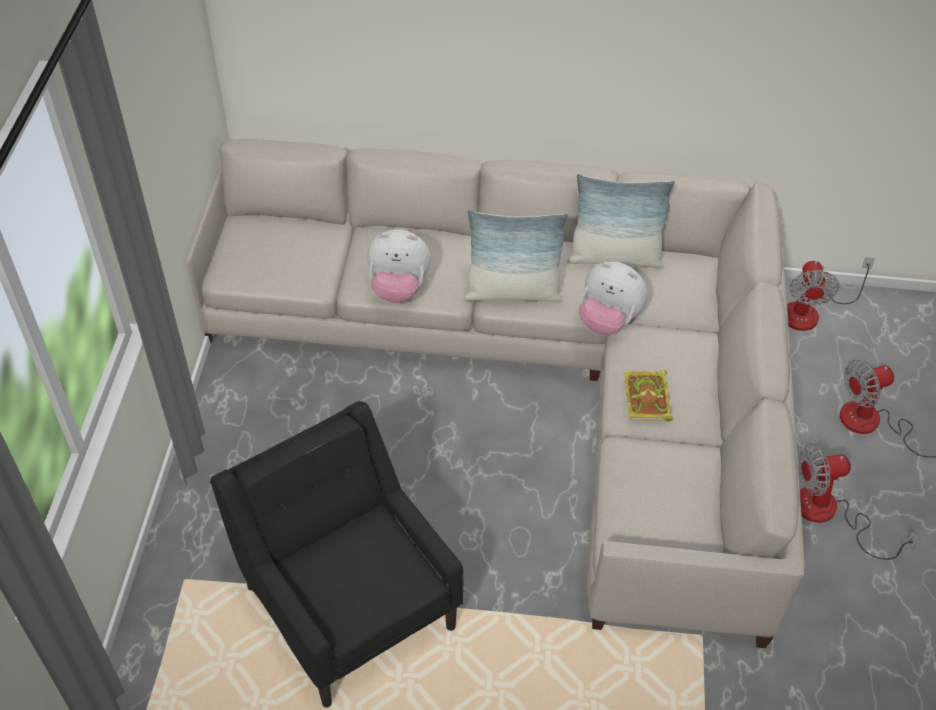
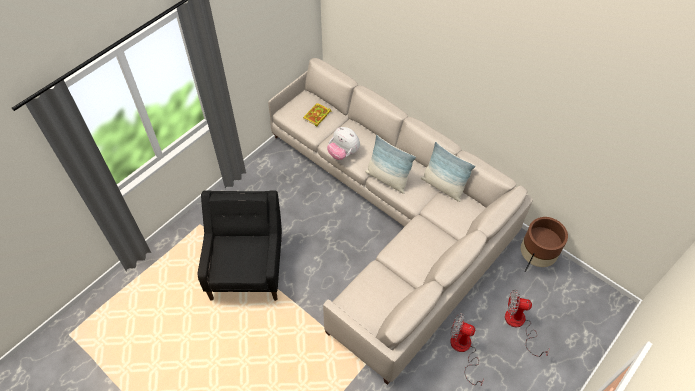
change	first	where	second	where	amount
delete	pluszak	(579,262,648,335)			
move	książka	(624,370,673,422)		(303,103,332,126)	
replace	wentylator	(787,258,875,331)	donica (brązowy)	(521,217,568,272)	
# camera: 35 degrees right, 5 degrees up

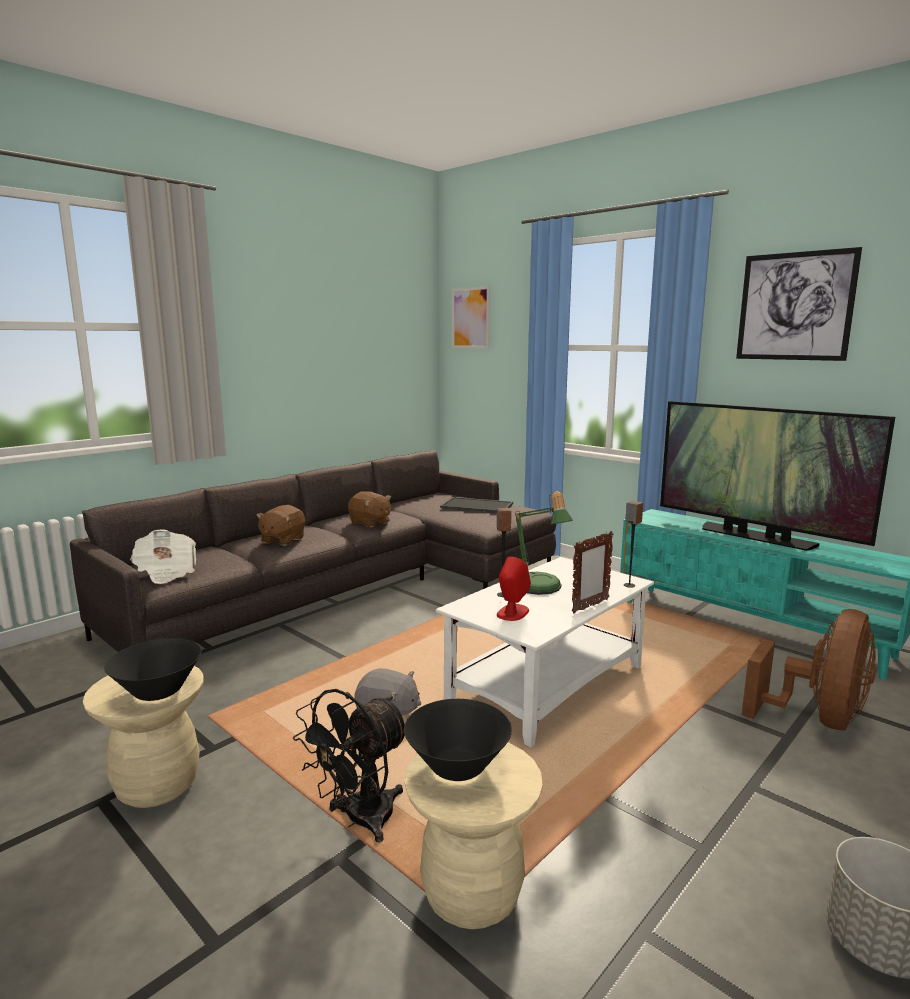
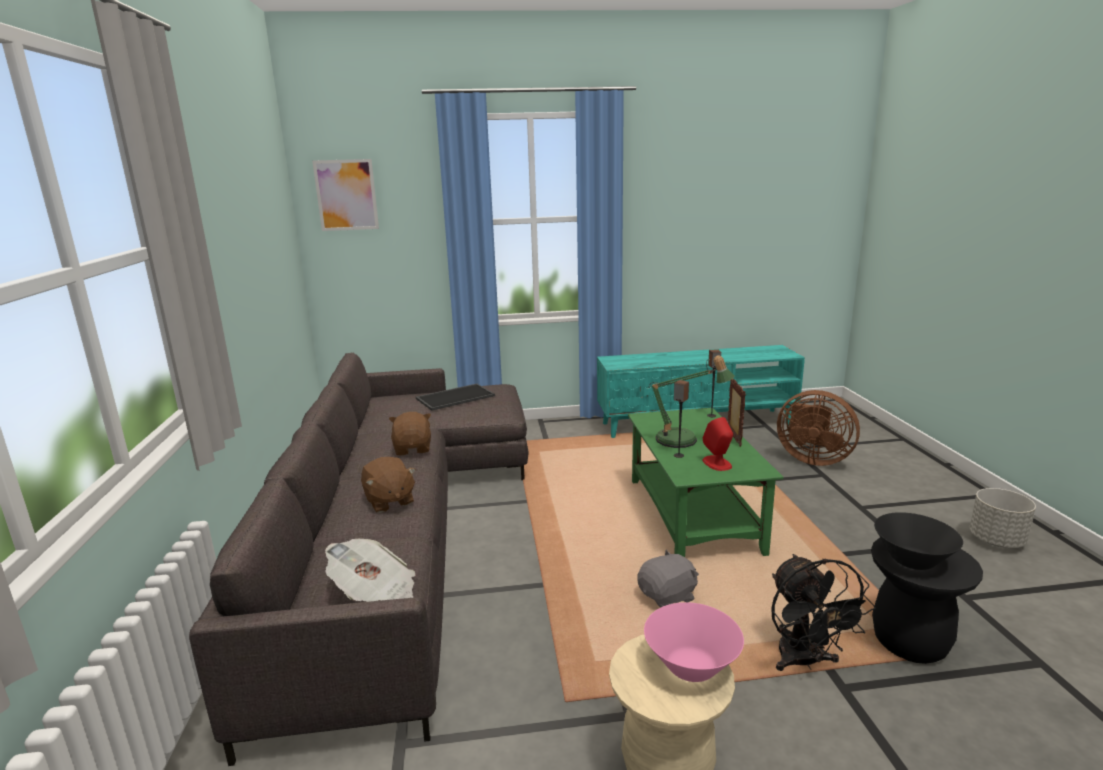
change	first	where	second	where	amount
recolor	miska (czarny)	(105,638,202,701)	miska (różowy)	(644,602,744,682)	
rotate	pluszak (brązowy)	(348,491,391,528)		(389,412,431,455)	90 degrees counterclockwise
recolor	stołek (beżowy)	(404,743,543,929)	stołek (czarny)	(871,538,983,664)	
recolor	ława (biały)	(436,557,654,748)	ława (zielony)	(628,408,783,557)	
delete	telewizor	(660,401,895,551)			
delete	obraz	(736,247,862,361)			
rotate	wentylator (brązowy)	(742,609,876,730)		(777,390,860,466)	135 degrees clockwise
# camera: 50 degrees left, 5 degrees up

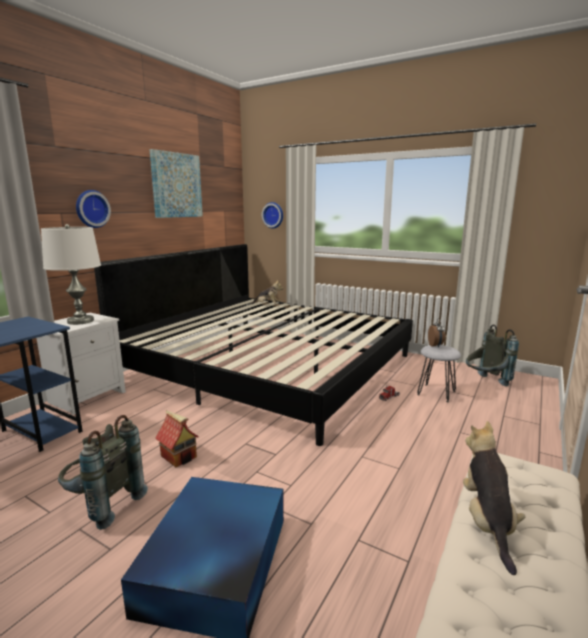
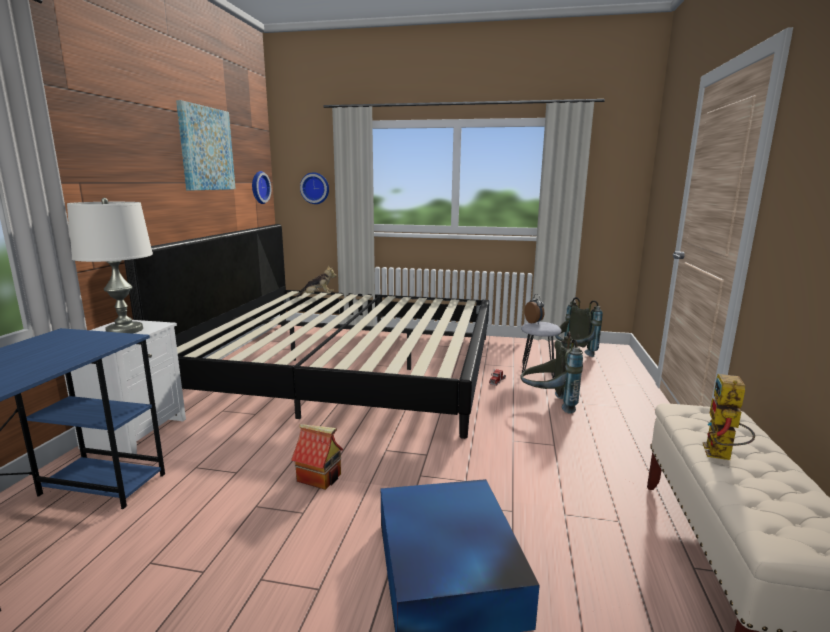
change	first	where	second	where	amount
move	plecak (szary)	(58,415,148,530)		(520,332,583,414)	
move	zegar ścienny	(76,190,111,228)		(252,171,271,204)	
replace	pluszak	(463,421,525,575)	robot zabawkowy	(703,374,755,460)	
# camera: 20 degrees left, 0 degrees up

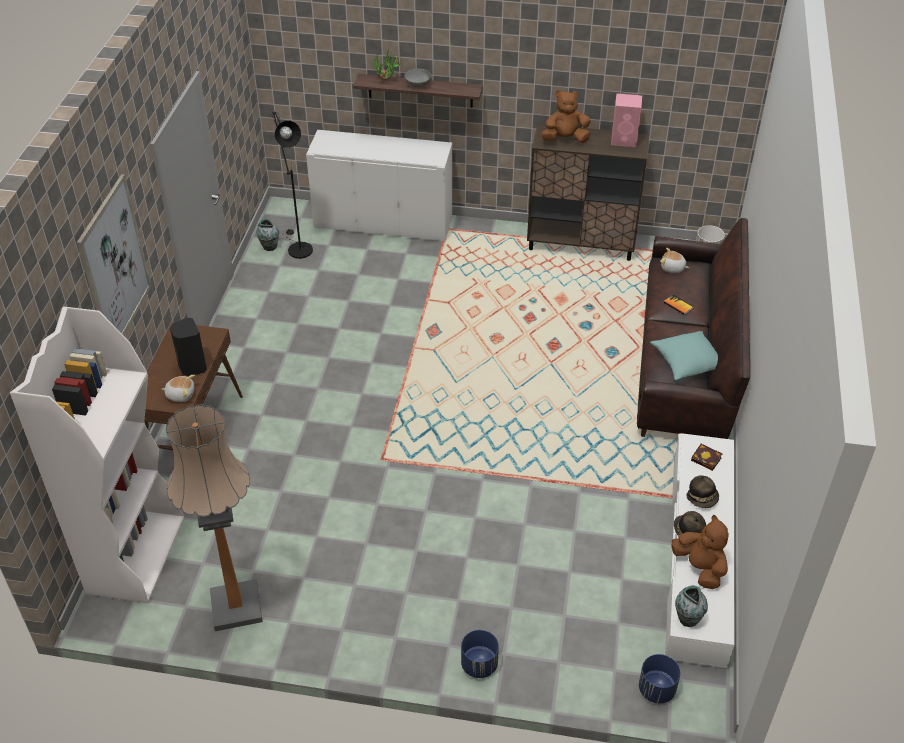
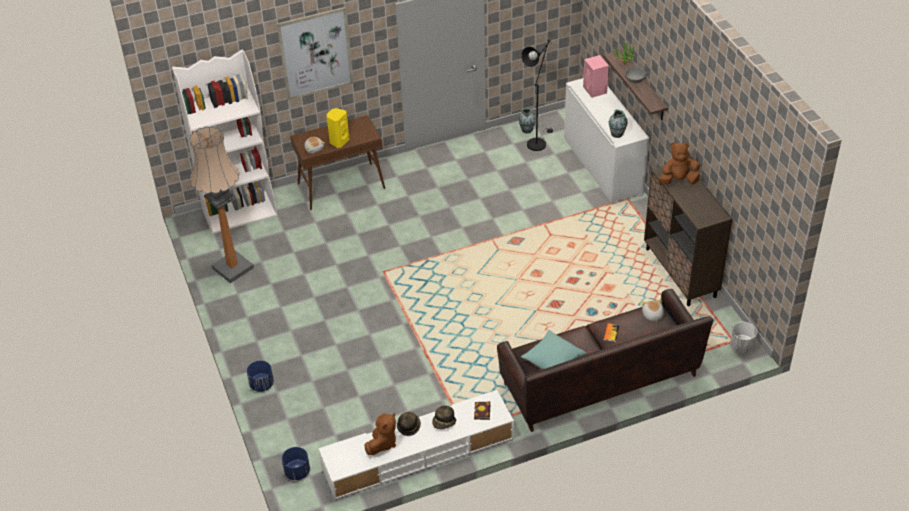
change	first	where	second	where	amount
recolor	głośnik (czarny)	(170,317,207,376)	głośnik (żółty)	(327,108,350,148)	
rotate	pluszak (brązowy)	(541,90,590,143)		(659,142,700,185)	60 degrees counterclockwise
move	głośnik (różowy)	(611,93,642,147)		(583,55,609,98)	
move	wazon	(675,585,708,627)		(609,110,627,138)	
# camera: 60 degrees right, 0 degrees up

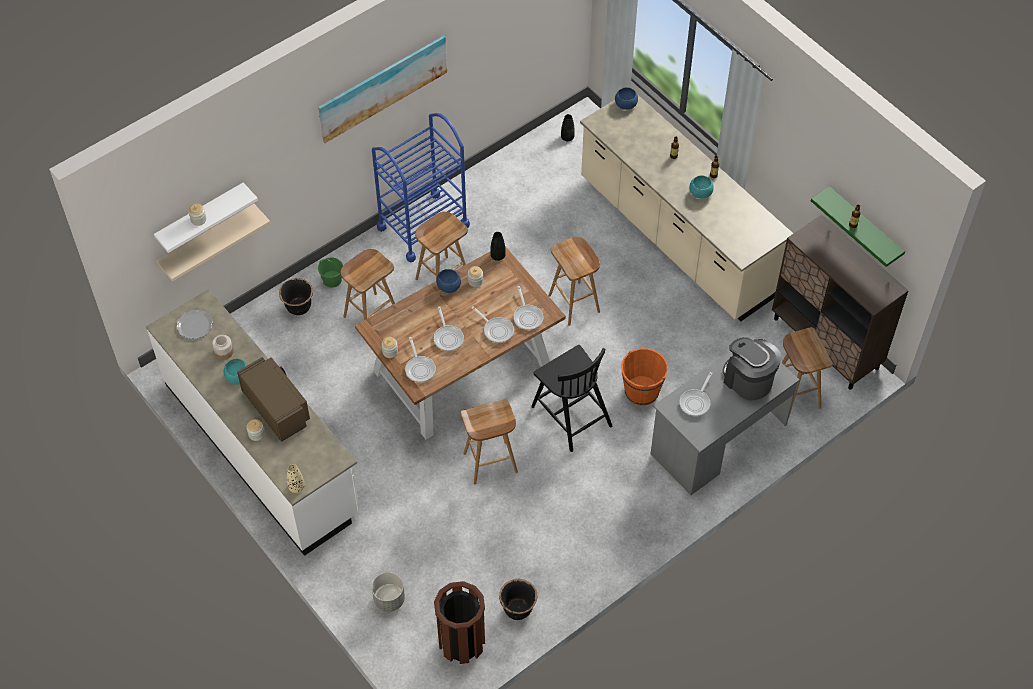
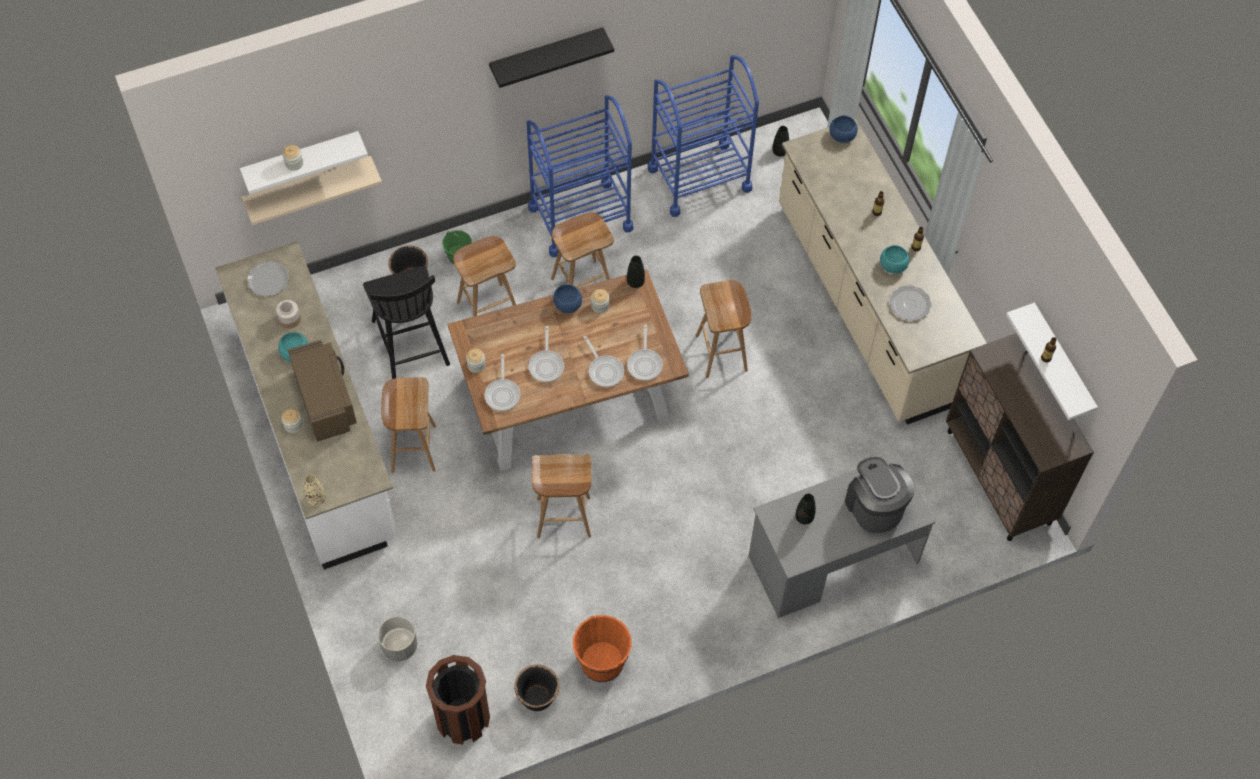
change	first	where	second	where	amount
replace	obraz	(318,36,447,143)	półka (czarny)	(489,27,614,88)	
move	krzesło (czarny)	(531,345,612,452)		(363,265,450,379)	
move	wiadro (pomarańczowy)	(621,348,668,406)		(573,615,632,682)	
replace	patelnia	(679,372,712,416)	wazon (czarny)	(795,494,816,524)	
move	stołek (brązowy)	(782,327,833,416)		(382,377,436,473)	
recolor	półka (zielony)	(811,186,905,267)	półka (biały)	(1006,303,1098,420)	
insert			wózek (niebieski)	(648,55,759,217)	
insert			talerz	(889,285,932,321)	
# camera: 15 degrees right, 5 degrees up

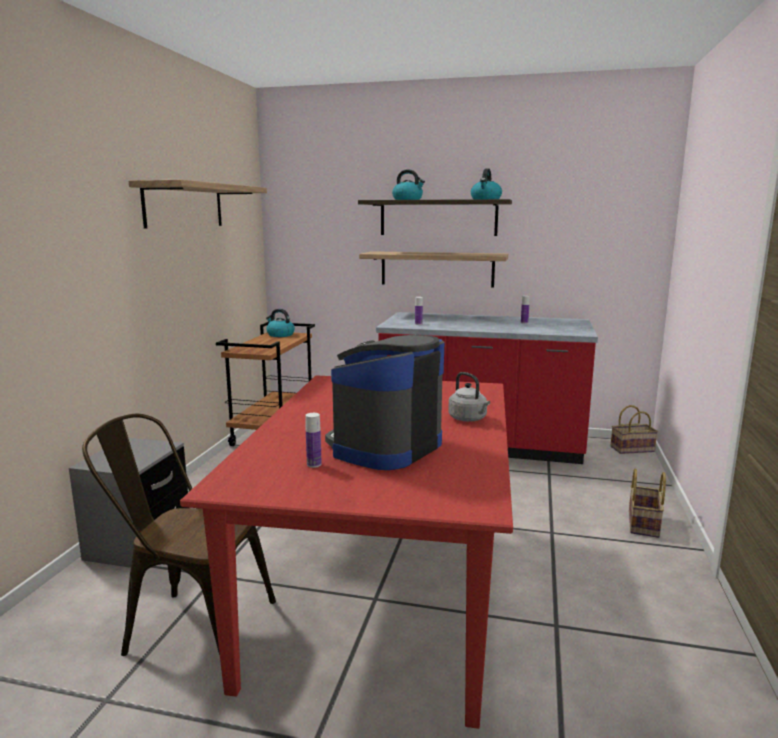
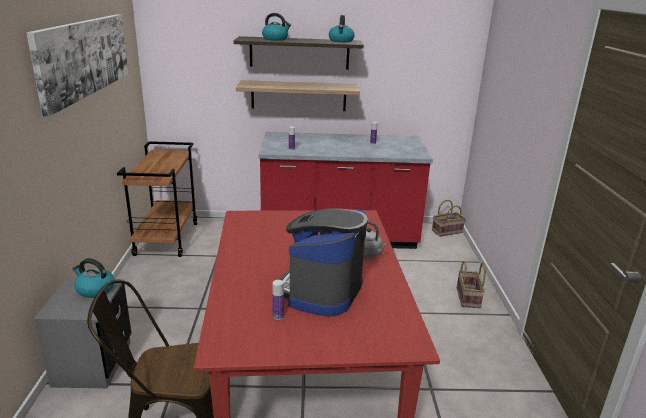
change	first	where	second	where	amount
replace	półka	(129,180,267,229)	obraz	(26,14,128,117)	
move	czajnik	(266,309,295,337)		(72,258,114,298)	
# camera: 15 degrees left, 10 degrees up

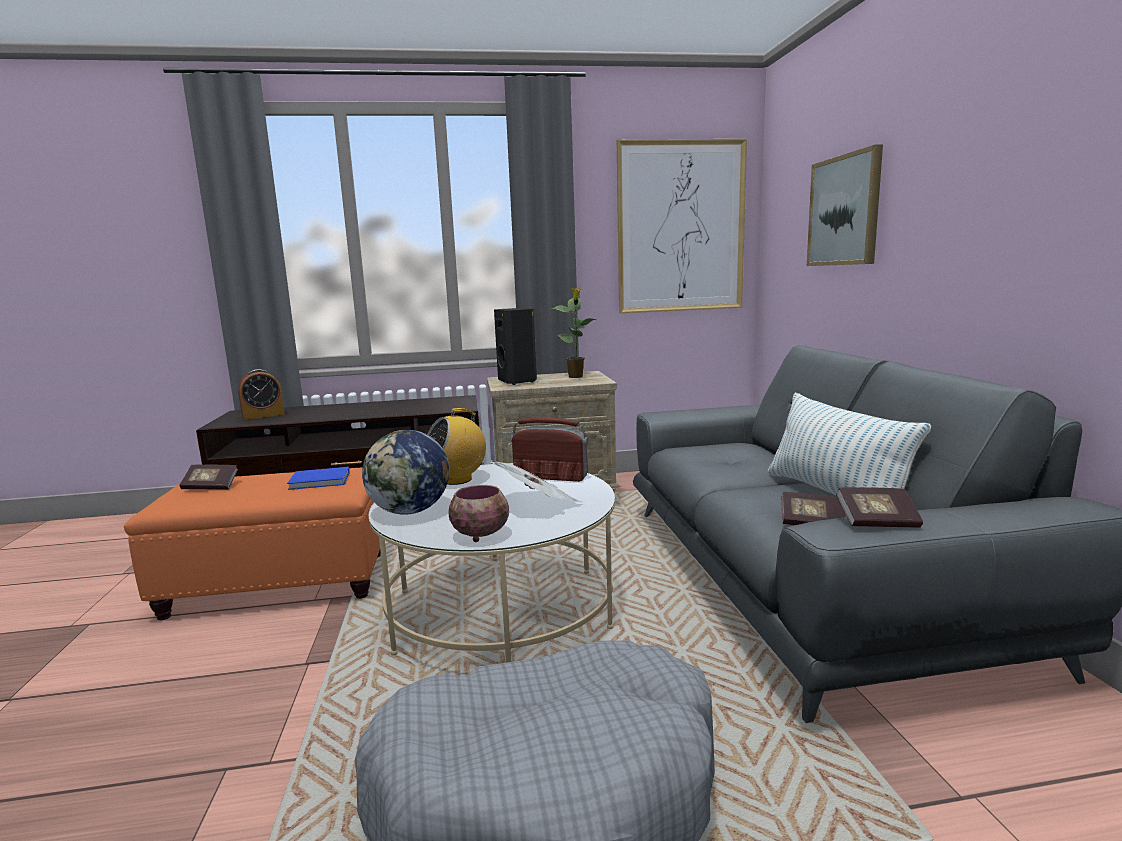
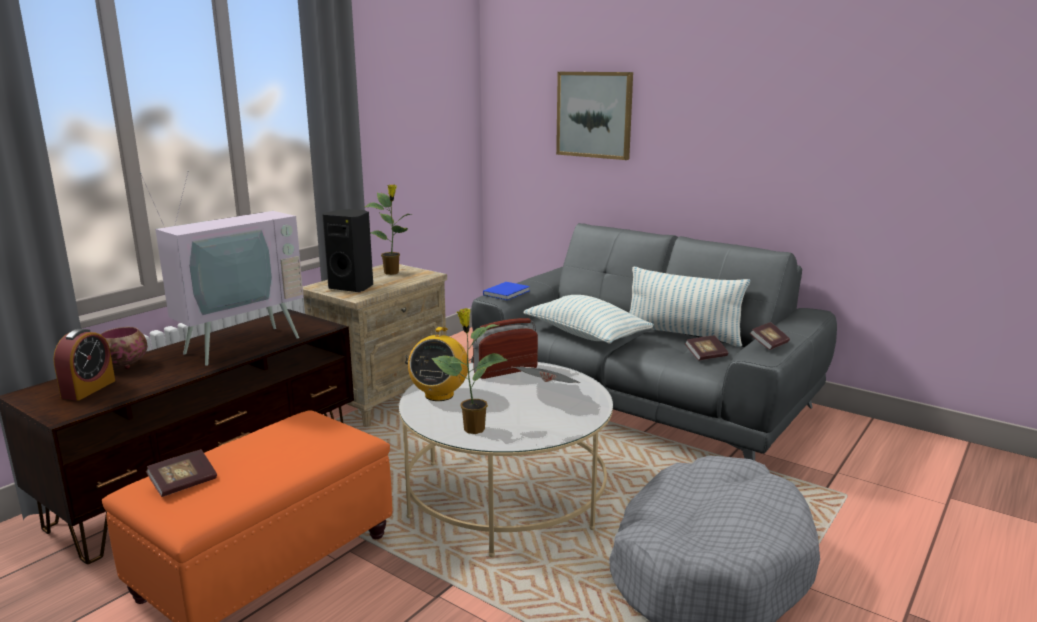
change	first	where	second	where	amount
move	książka (niebieski)	(287,467,350,490)		(483,282,530,300)	
replace	globus	(362,430,449,514)	roślina doniczkowa	(431,308,507,434)	
move	miska	(448,485,509,542)		(101,327,148,369)	
delete	obraz	(617,139,747,313)			
insert			telewizor	(140,171,304,366)	
insert			poduszka	(523,295,654,344)	
# camera: 45 degrees left, 5 degrees up

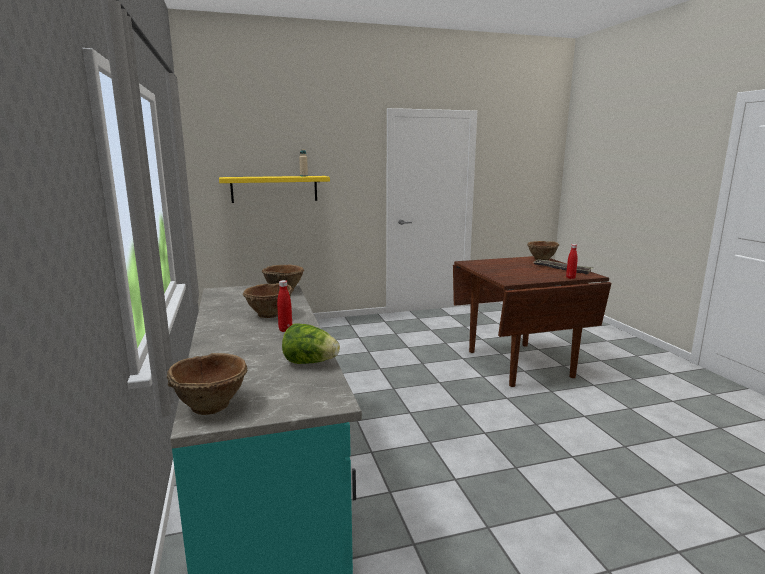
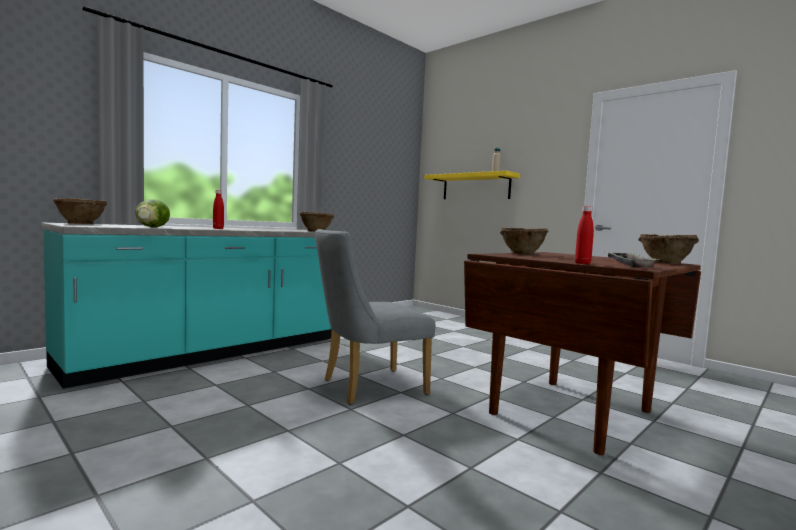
change	first	where	second	where	amount
move	miska (brązowy)	(243,283,293,318)		(500,227,548,255)	
insert			krzesło (szary)	(315,229,436,405)	
# camera: 60 degrees right, 10 degrees down

